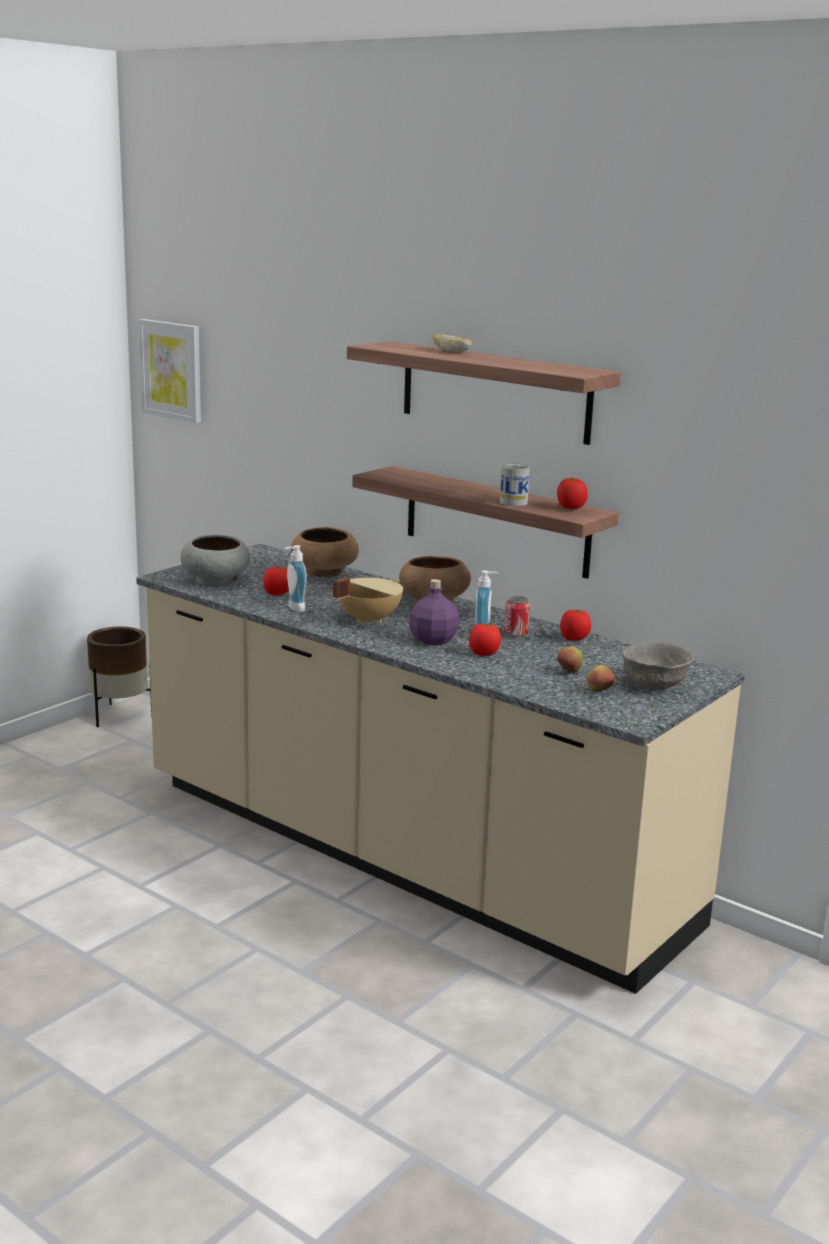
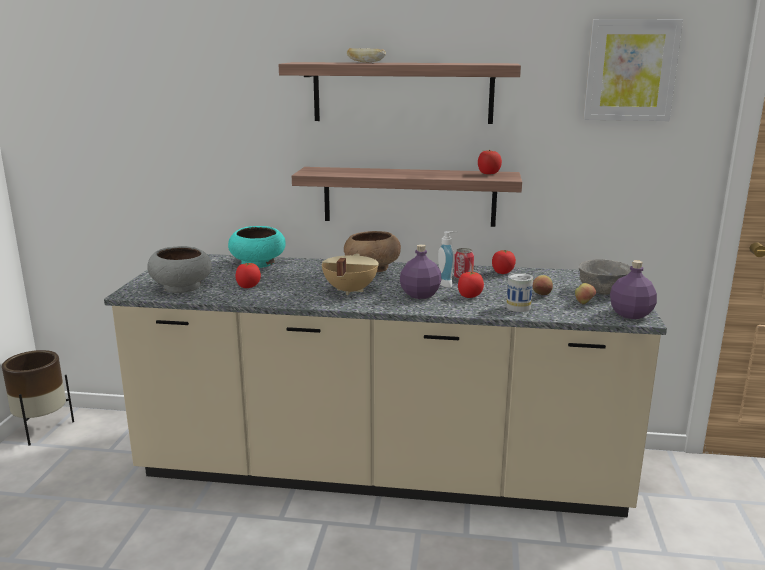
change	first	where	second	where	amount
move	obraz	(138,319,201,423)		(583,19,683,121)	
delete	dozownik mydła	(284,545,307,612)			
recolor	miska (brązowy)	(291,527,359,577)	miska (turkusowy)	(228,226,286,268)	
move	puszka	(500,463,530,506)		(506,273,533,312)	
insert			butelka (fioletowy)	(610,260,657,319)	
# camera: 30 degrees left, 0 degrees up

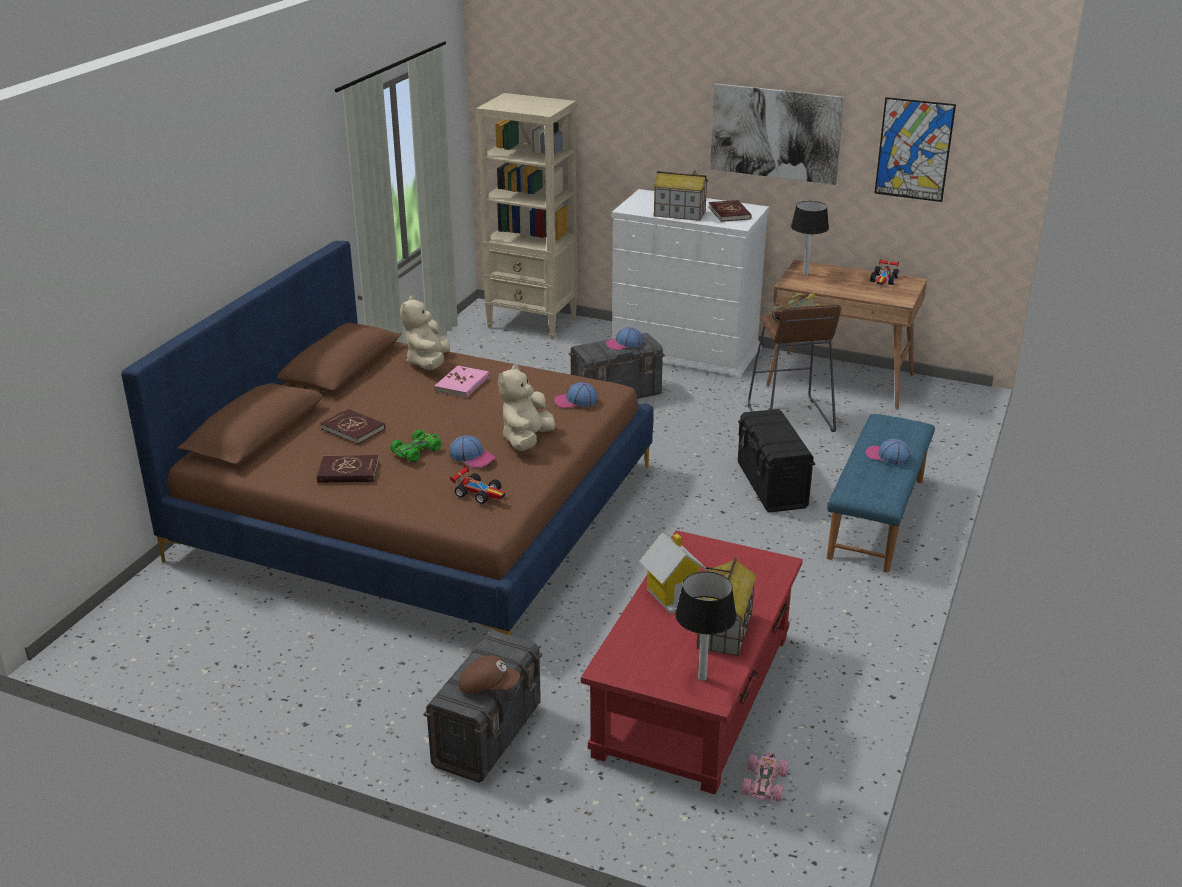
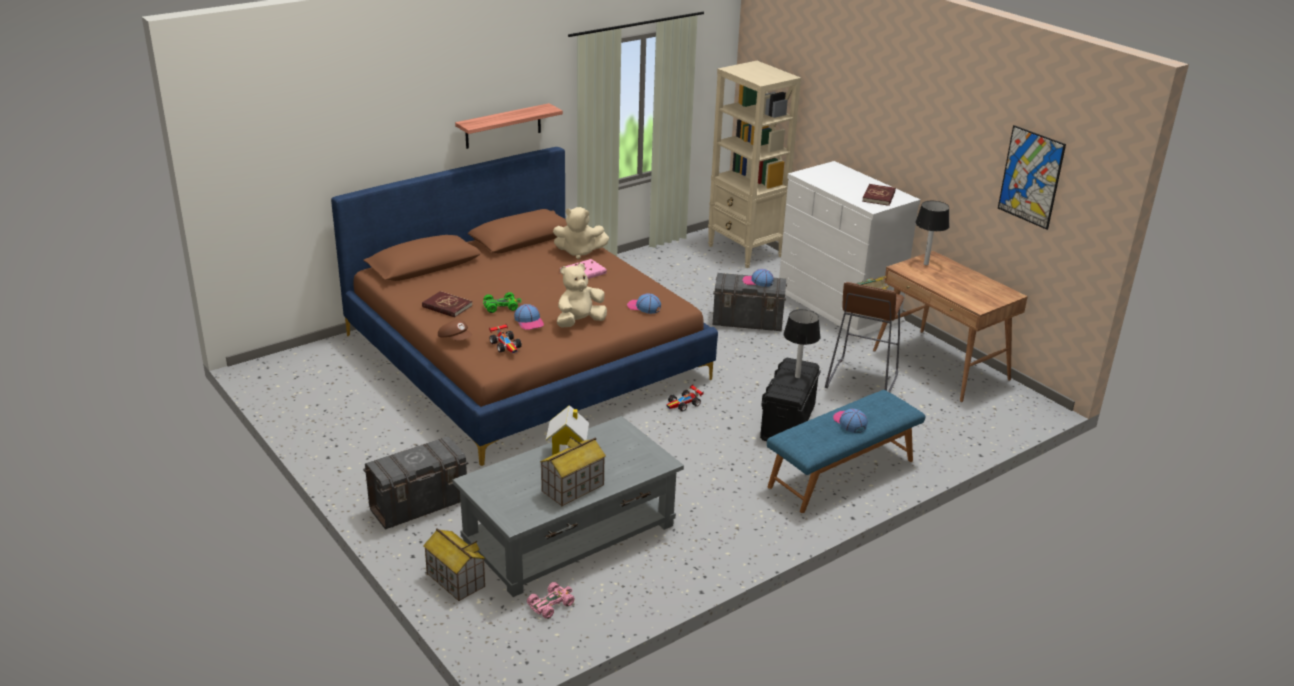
change	first	where	second	where	amount
delete	książka (czerwony)	(320,409,385,444)			
rotate	pluszak (beżowy)	(400,296,450,370)		(553,207,609,259)	120 degrees counterclockwise
move	czapka z daszkiem (brązowy)	(459,655,520,694)		(438,320,472,341)	
recolor	ława (czerwony)	(581,530,803,794)	ława (szary)	(453,416,684,597)	
move	domek	(654,170,708,221)		(423,528,486,601)	
move	lampa stołowa	(675,571,737,681)		(783,309,821,378)	
delete	obraz	(710,83,845,185)			
move	samochodzik	(870,259,899,285)		(667,384,704,411)	
insert			półka	(455,103,563,149)	
# camera: 30 degrees right, 0 degrees up

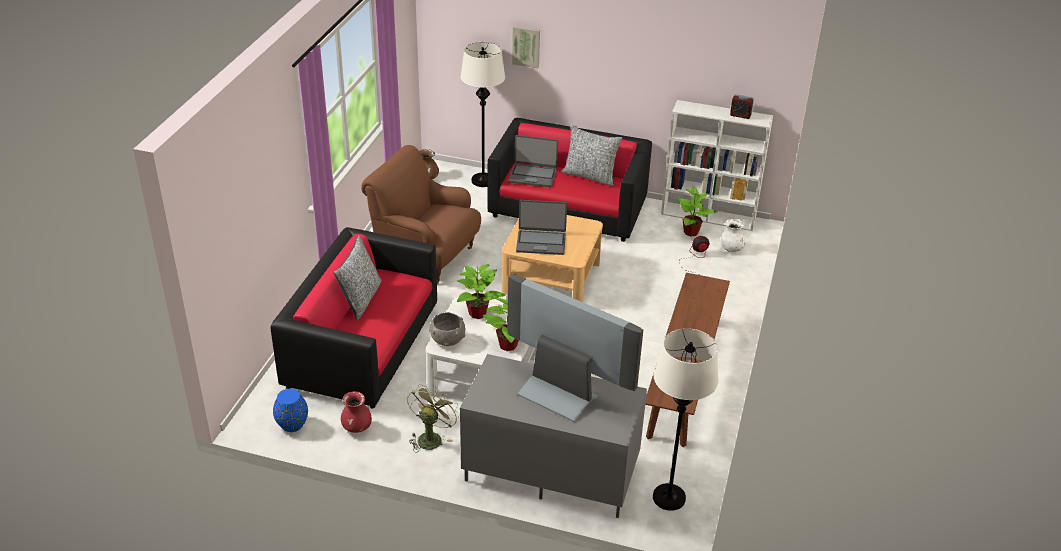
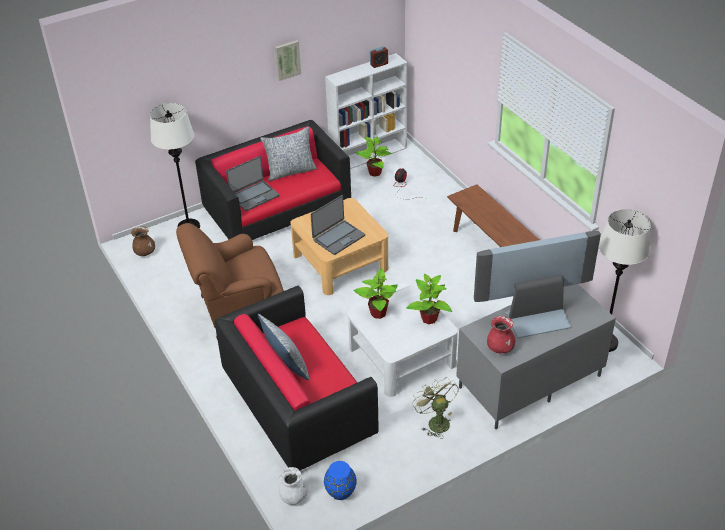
change	first	where	second	where	amount
move	wazon (czerwony)	(341,391,372,433)		(487,316,515,353)	
delete	miska (szary)	(429,312,465,346)			
move	obraz	(512,26,540,68)		(275,40,301,81)	
move	wazon (biały)	(721,219,745,252)		(279,467,308,505)	
# camera: 45 degrees left, 5 degrees up

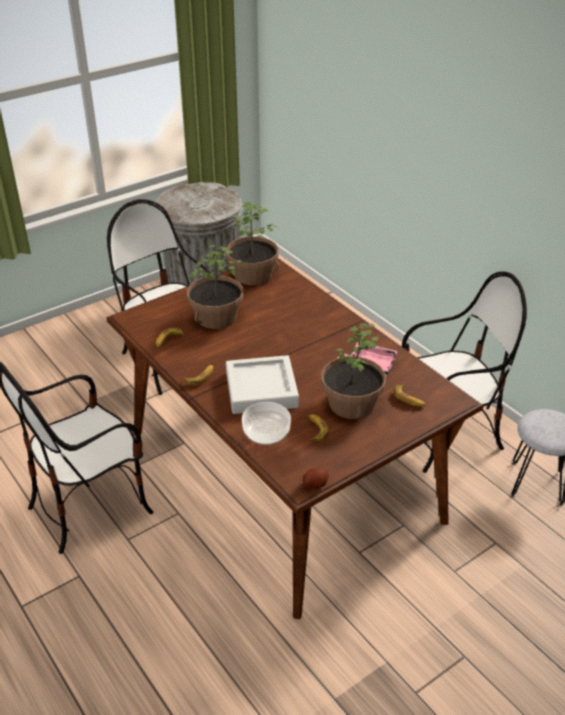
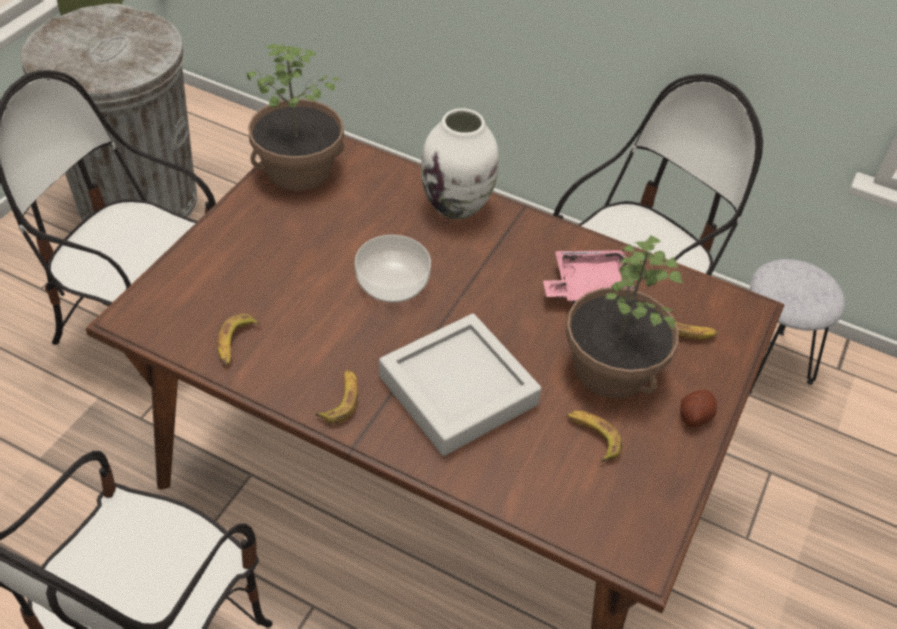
change	first	where	second	where	amount
delete	roślina doniczkowa	(187,245,243,329)			
move	miska	(242,402,291,445)		(355,235,431,303)	
move	ziemniak	(303,468,329,489)		(680,390,717,427)	
insert			wazon (biały)	(421,108,499,219)	
# camera: 30 degrees left, 10 degrees up

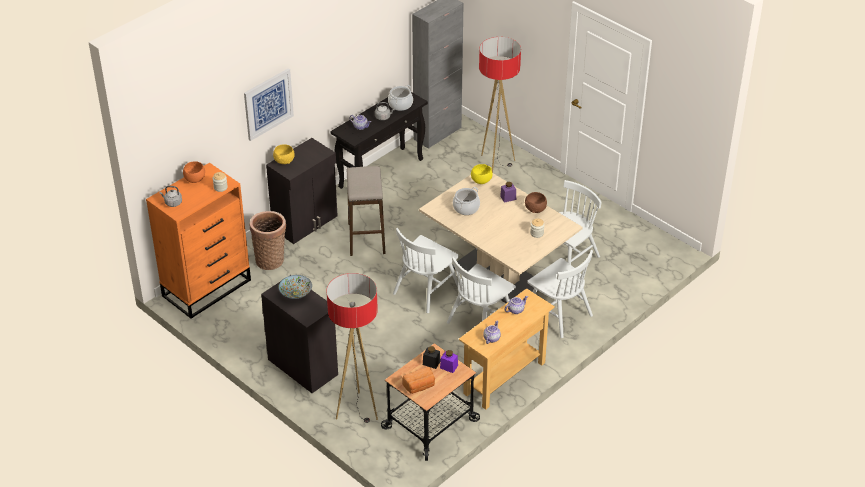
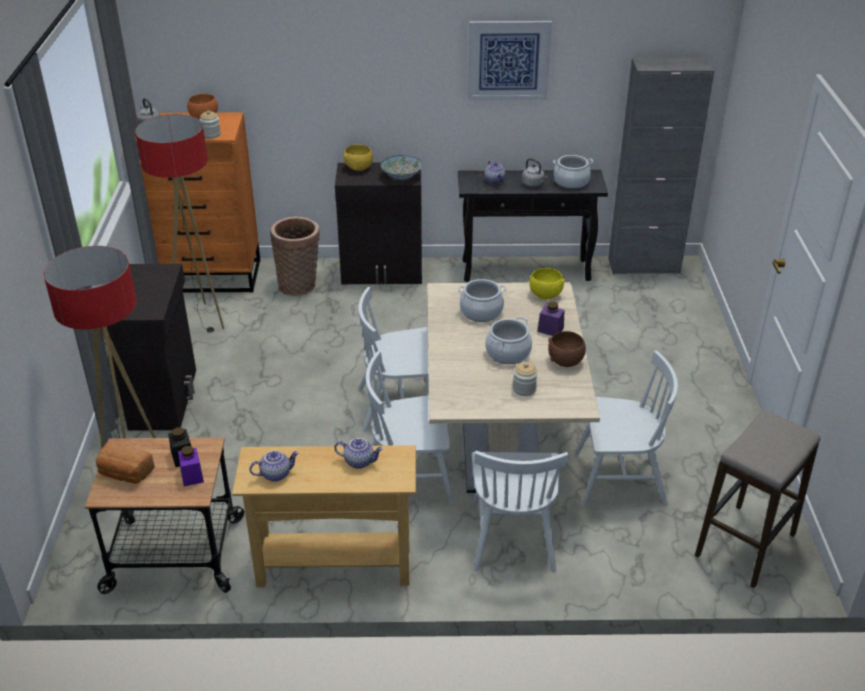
change	first	where	second	where	amount
move	obraz	(244,68,294,141)		(468,21,552,100)	
move	miska	(279,275,312,299)		(380,155,423,180)	
move	stołek	(347,166,386,256)		(695,410,820,588)	
move	lampa stojąca	(479,37,521,173)		(135,114,225,333)	
insert			garnek	(485,317,532,364)	
# camera: 45 degrees right, 5 degrees down

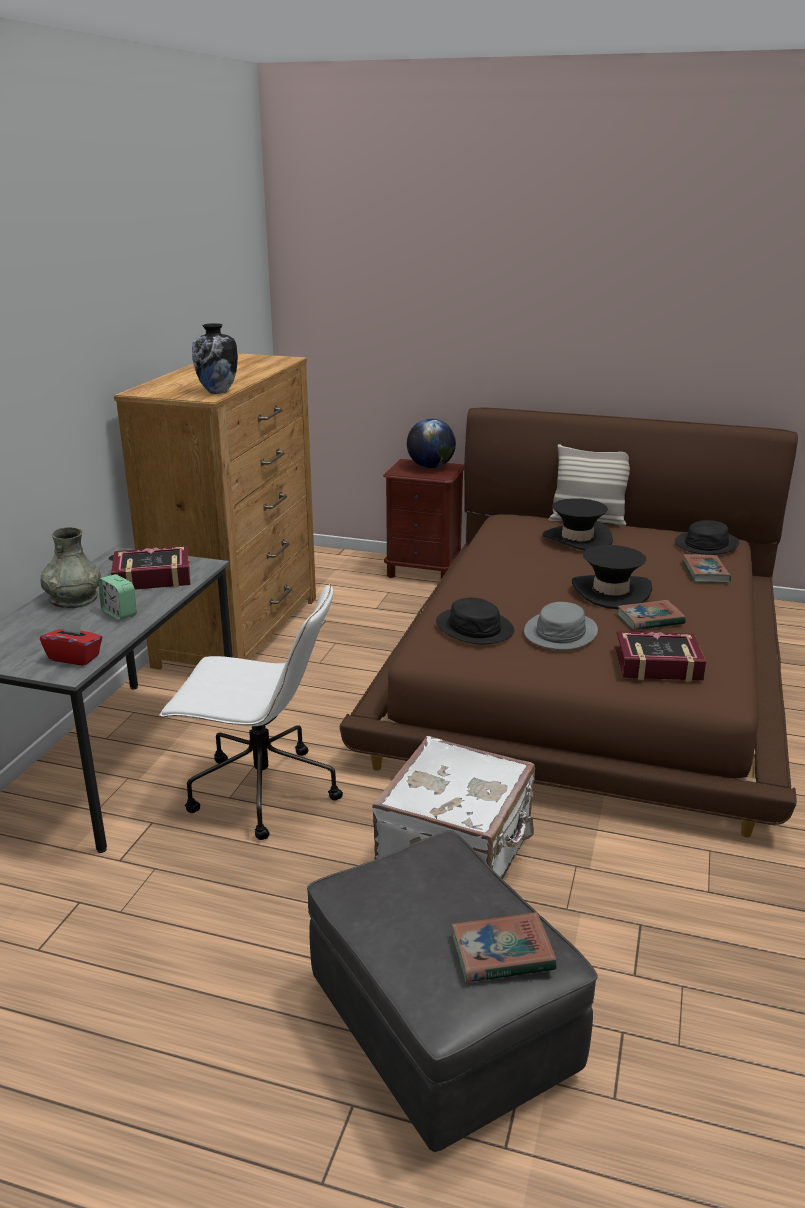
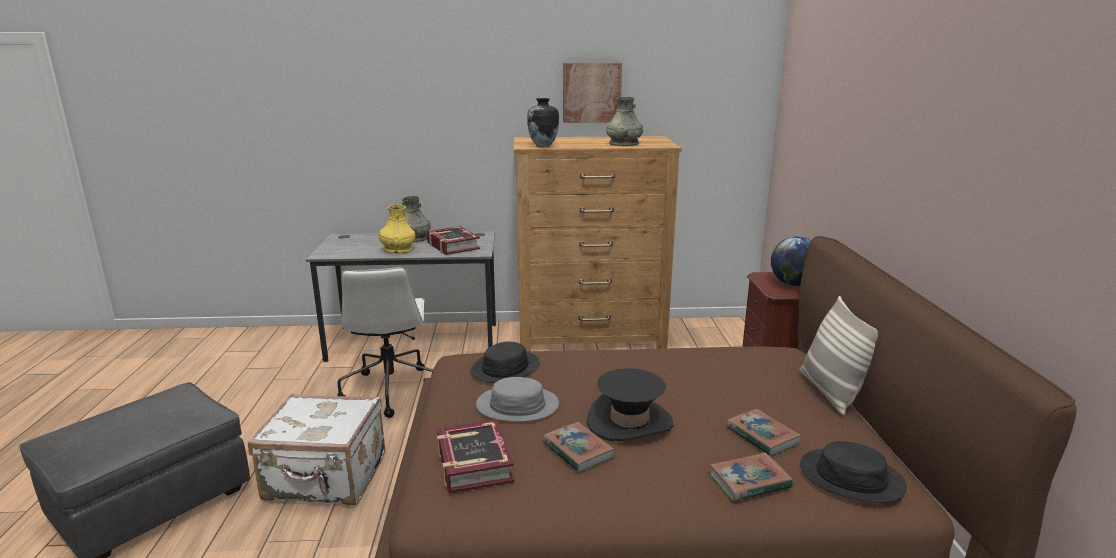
change	first	where	second	where	amount
delete	pudełko chusteczek (czerwony)	(40,618,103,666)			
replace	budzik	(98,574,137,620)	wazon (żółty)	(379,204,416,253)	
move	książka	(451,912,557,983)		(726,409,802,456)	
delete	kapelusz (czarny)	(543,498,613,551)			
insert			obraz	(563,62,622,123)	
insert			wazon (szary)	(606,97,643,146)	
# camera: 70 degrees right, 5 degrees down

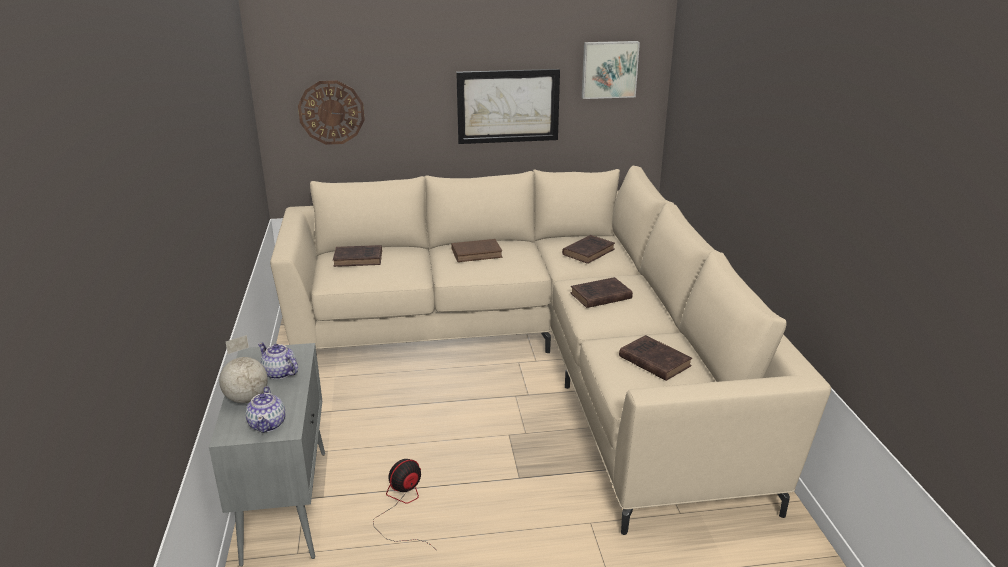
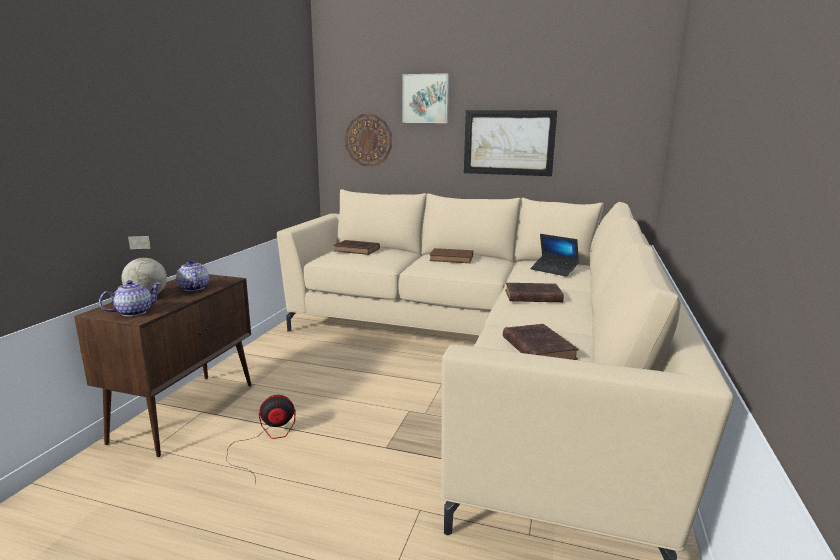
change	first	where	second	where	amount
recolor	szafka (szary)	(209,343,325,567)	szafka (brązowy)	(74,274,251,457)	
rotate	imbryk	(245,386,285,433)		(99,280,161,316)	150 degrees counterclockwise
replace	książka (brązowy)	(562,235,615,264)	laptop	(530,234,579,277)	
move	obraz	(582,41,640,99)		(403,73,449,123)	
# camera: 25 degrees right, 10 degrees down

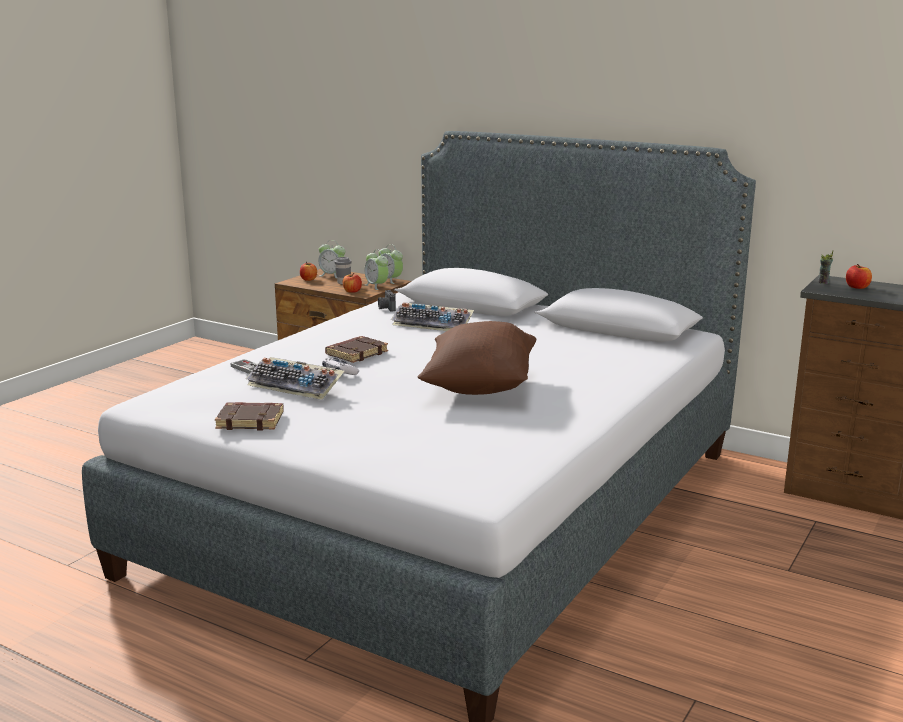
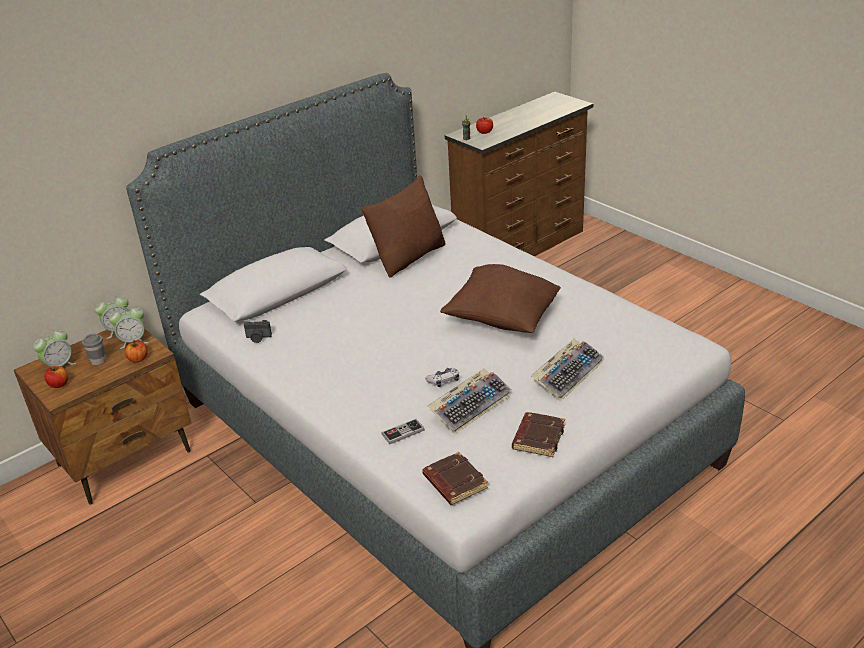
change	first	where	second	where	amount
move	książka (brązowy)	(325,336,388,363)		(422,452,488,505)	
move	klawiatura	(391,302,474,331)		(531,339,604,401)	
insert			poduszka (brązowy)	(362,175,445,278)	
# camera: 70 degrees left, 15 degrees up

